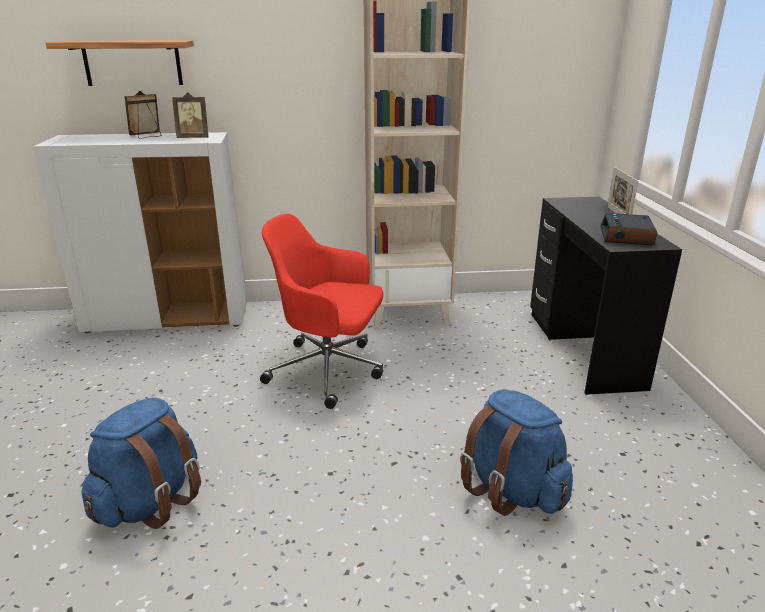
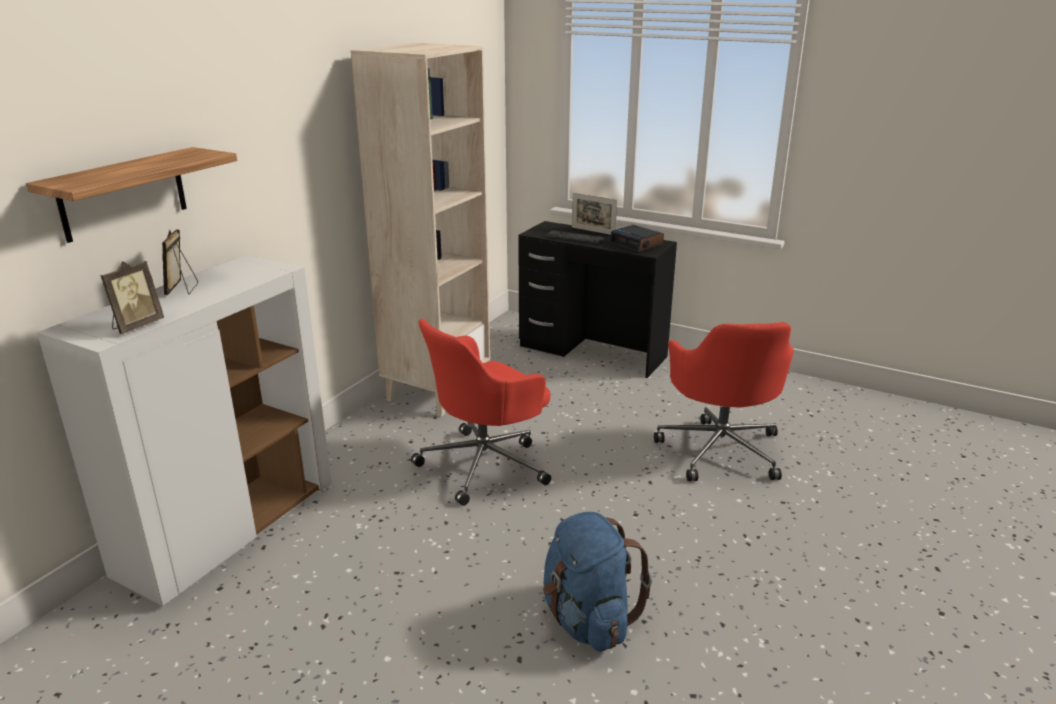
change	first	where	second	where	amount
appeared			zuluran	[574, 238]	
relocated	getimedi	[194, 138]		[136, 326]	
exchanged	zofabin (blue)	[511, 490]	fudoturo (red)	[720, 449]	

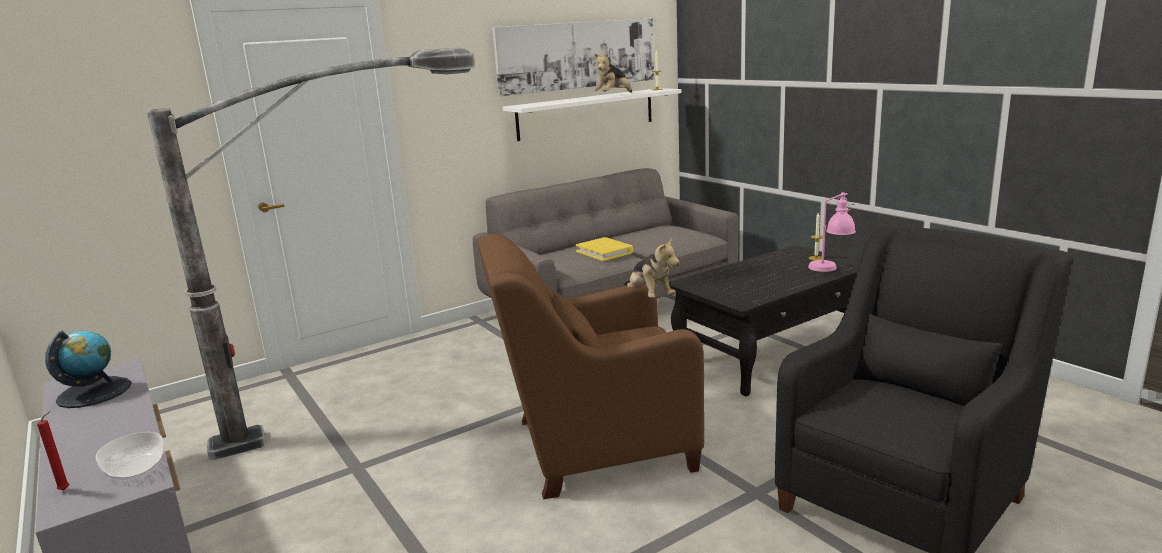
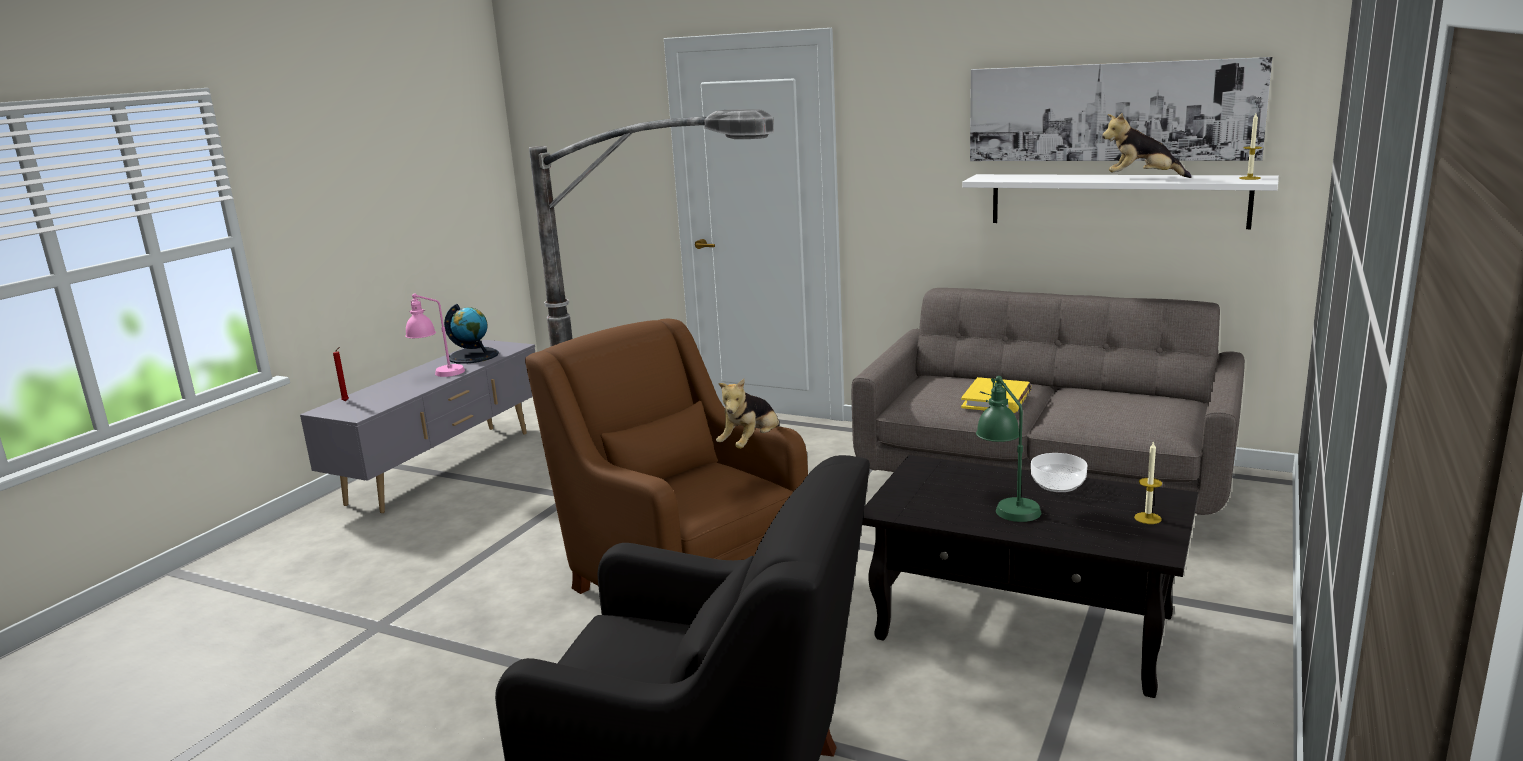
change	first	where	second	where	amount
appeared			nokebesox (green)	[1006, 504]	
relocated	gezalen	[134, 468]		[1057, 484]	
relocated	nokebesox (pink)	[831, 270]		[439, 376]	

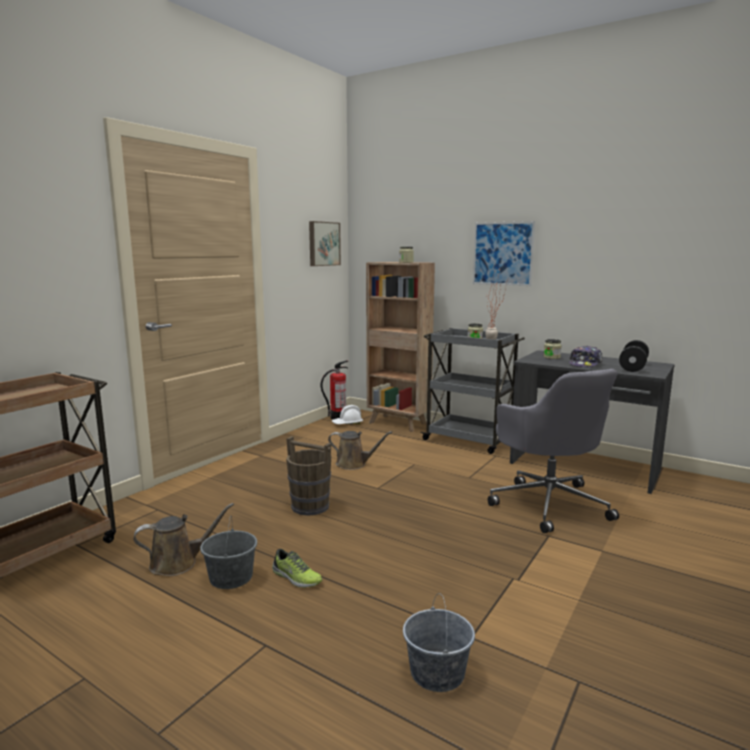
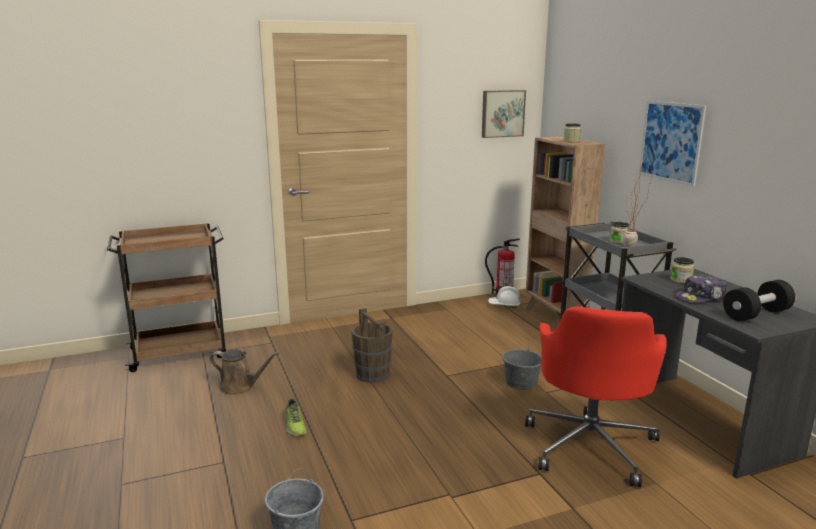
change	first	where	second	where	amount
missing	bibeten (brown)	[354, 464]			
relocated	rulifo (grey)	[231, 577]		[521, 382]	
colour	fudoturo (grey)	[548, 503]	fudoturo (red)	[590, 444]	

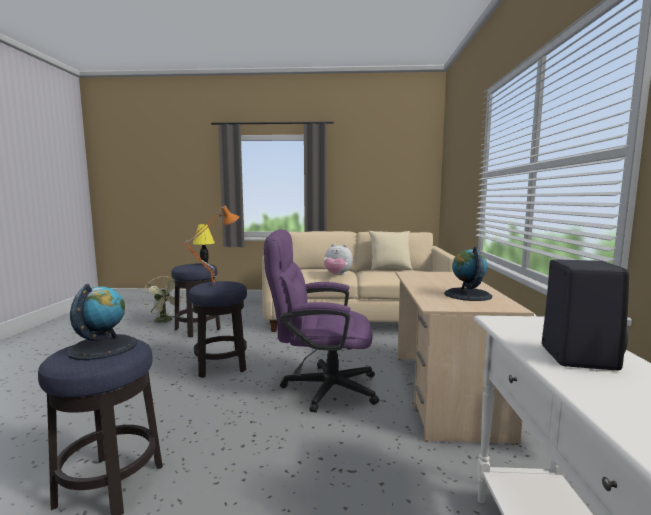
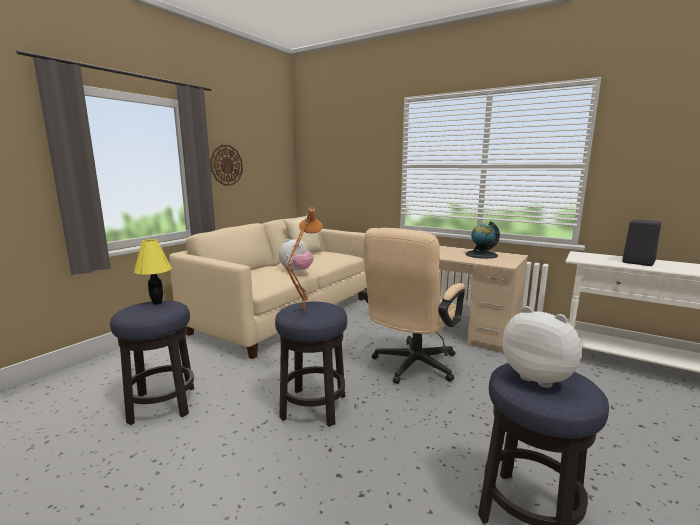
change	first	where	second	where	amount
missing	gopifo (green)	[165, 321]			
appeared			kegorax	[226, 165]	
exchanged	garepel	[103, 347]	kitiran	[539, 377]	
colour	fudoturo (purple)	[321, 387]	fudoturo (beige)	[411, 367]	

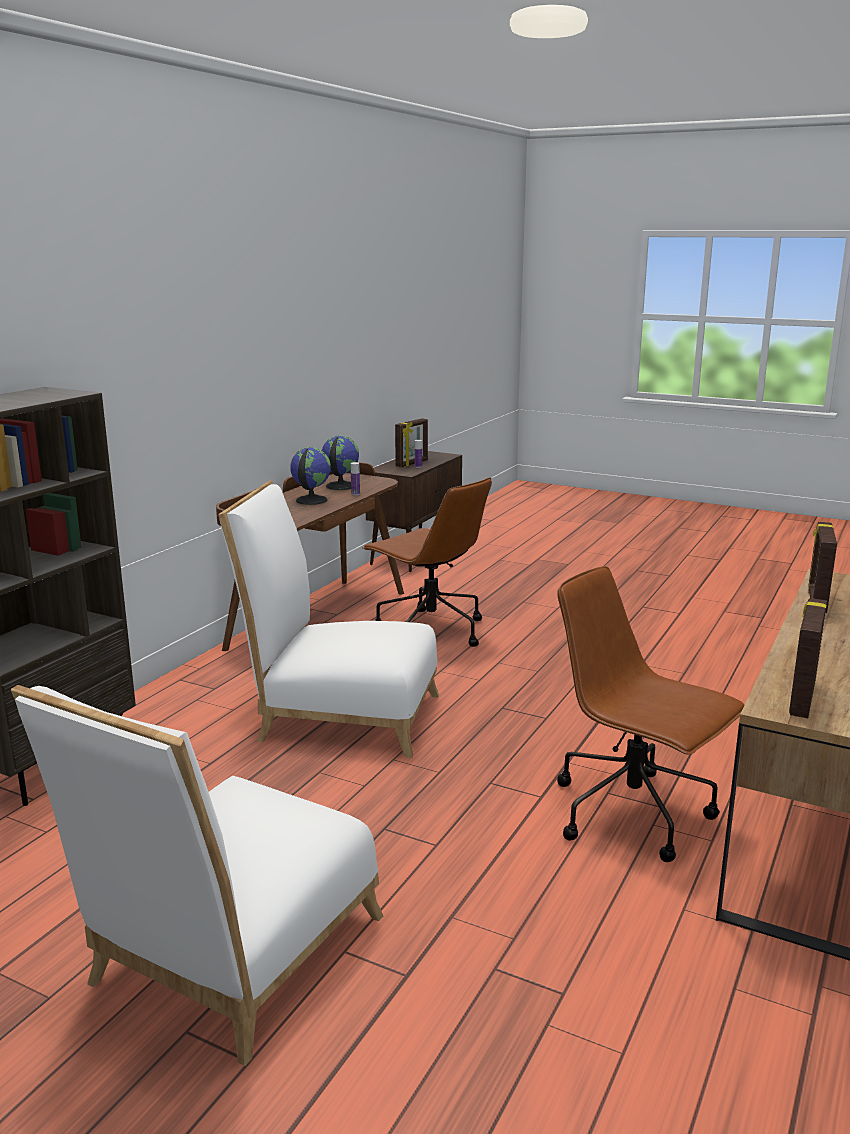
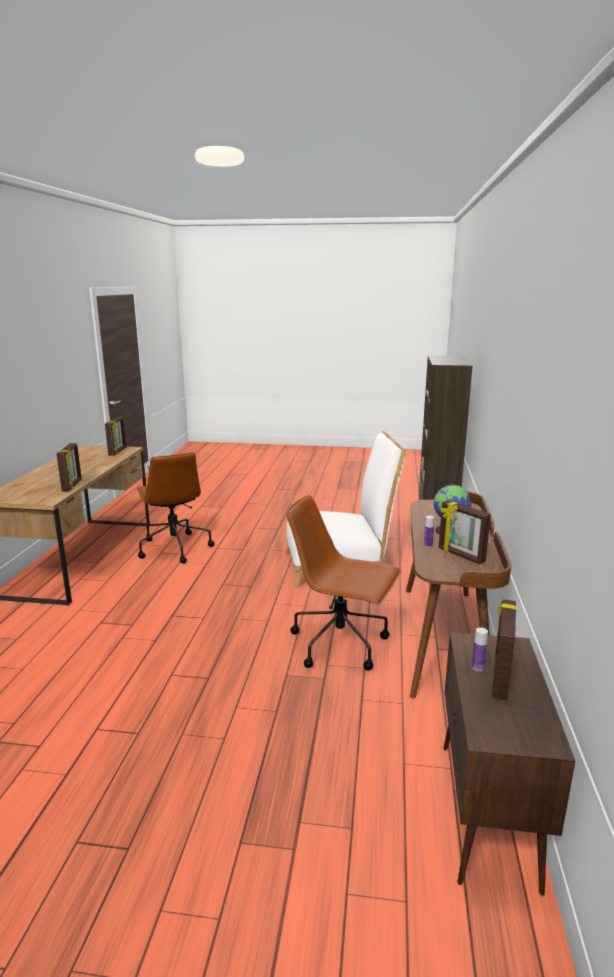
change	first	where	second	where	amount
missing	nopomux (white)	[228, 960]			
exchanged	garepel	[340, 486]	getimedi	[460, 555]	
spun	fudoturo (brown)	[634, 814]		[174, 548]	45 degrees clockwise

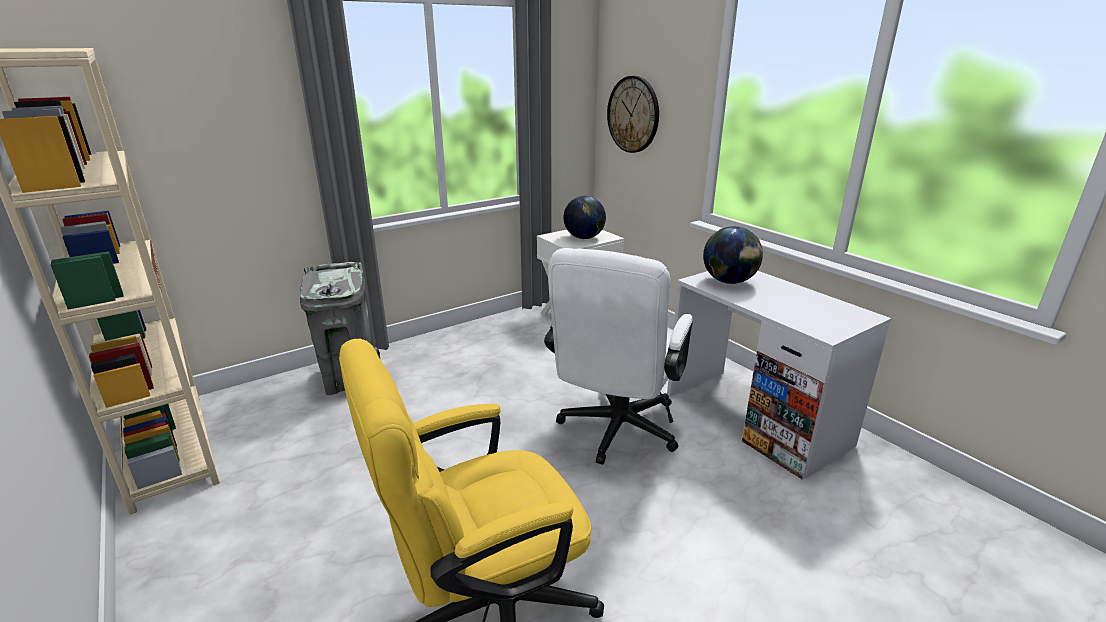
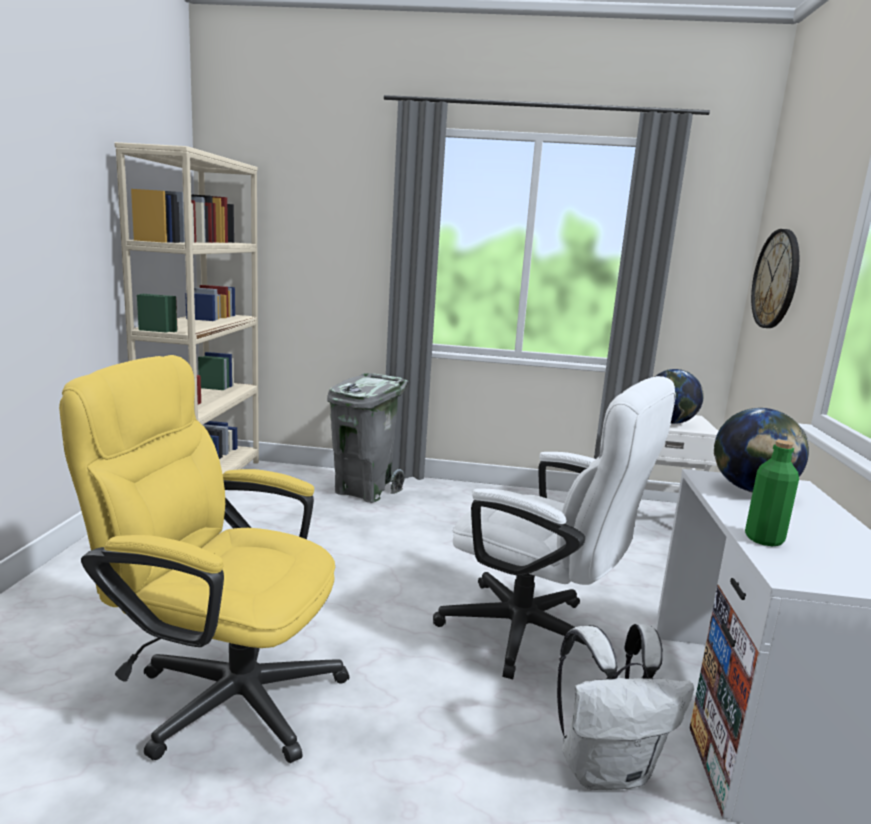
change	first	where	second	where	amount
appeared			zofabin (white)	[606, 768]	
appeared			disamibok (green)	[764, 539]	
spun	fudoturo (white)	[615, 432]		[537, 636]	120 degrees counterclockwise

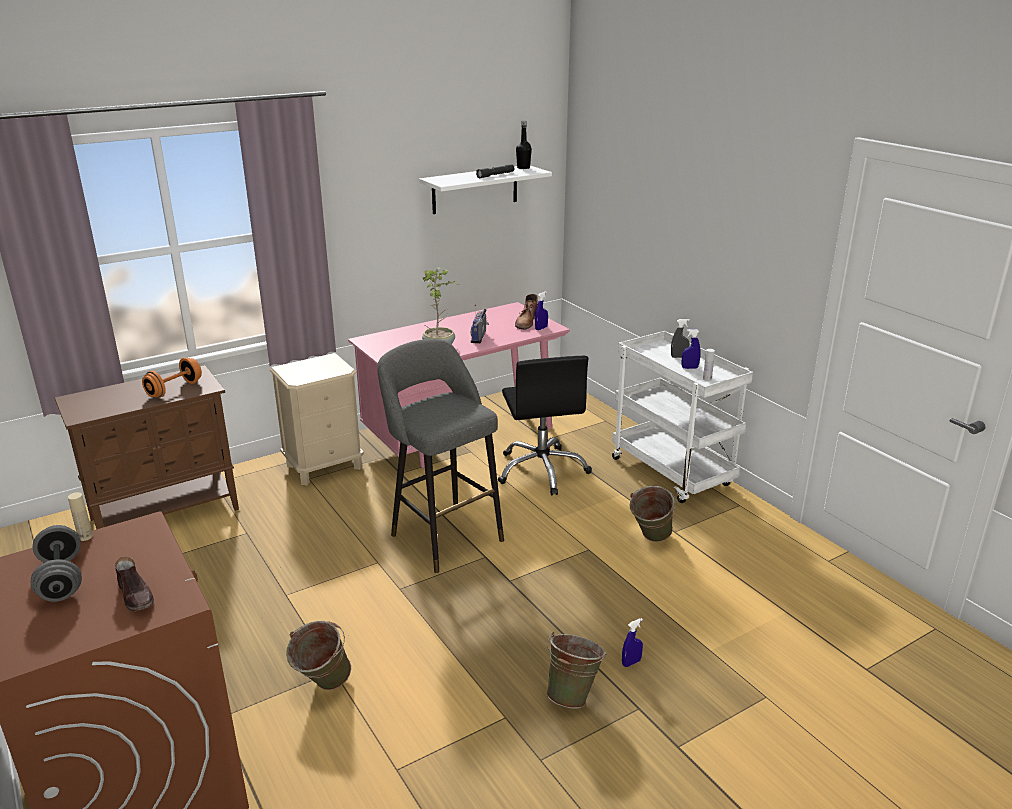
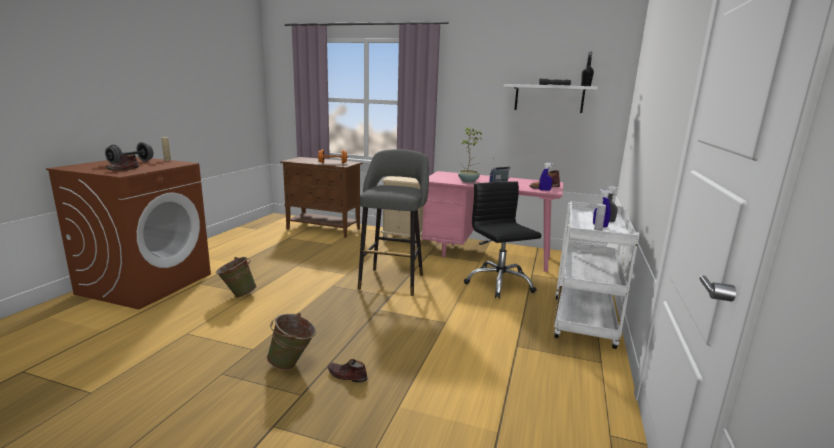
change	first	where	second	where	amount
missing	rulifo (green)	[650, 539]			
exchanged	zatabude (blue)	[631, 663]	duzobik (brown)	[346, 376]	
spun	fudoturo (black)	[542, 470]		[499, 283]	120 degrees clockwise

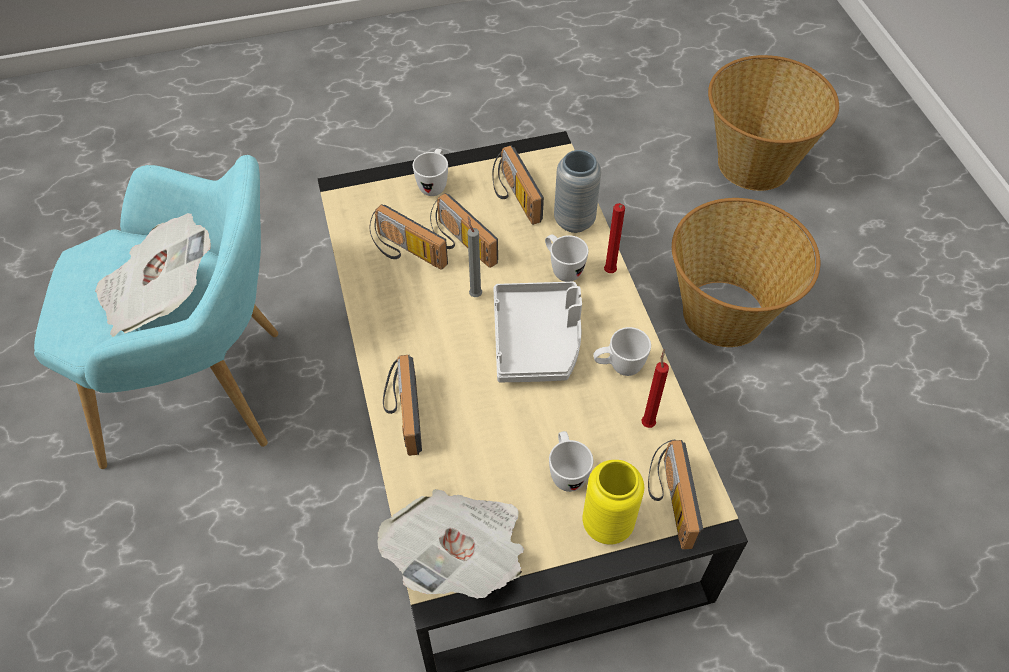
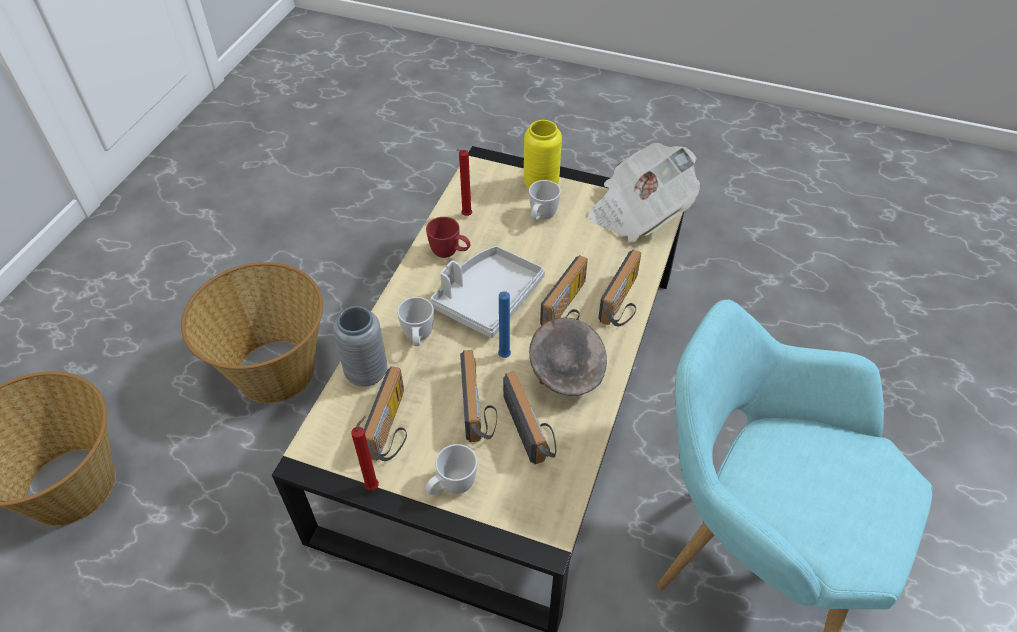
change	first	where	second	where	amount
missing	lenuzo	[160, 296]			
appeared			gezalen (grey)	[566, 378]	
relocated	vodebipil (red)	[609, 273]		[374, 485]	
relocated	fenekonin	[668, 500]		[568, 308]	
colour	vodebipil (grey)	[475, 293]	vodebipil (blue)	[503, 357]	
colour	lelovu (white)	[618, 367]	lelovu (red)	[450, 253]	

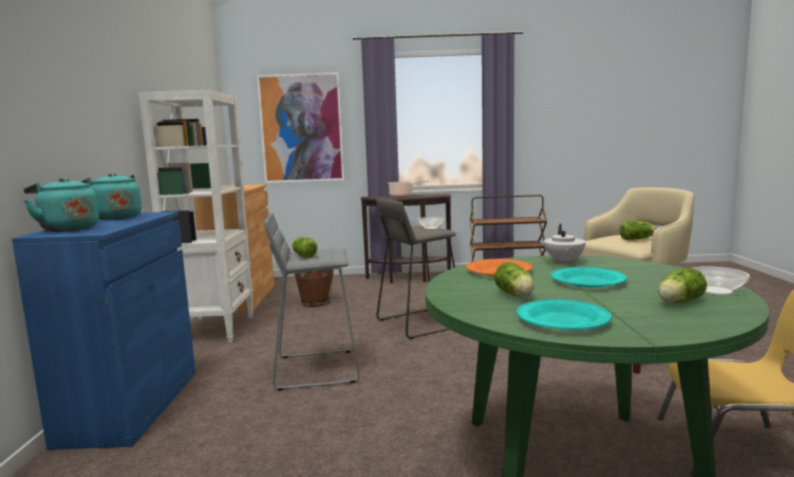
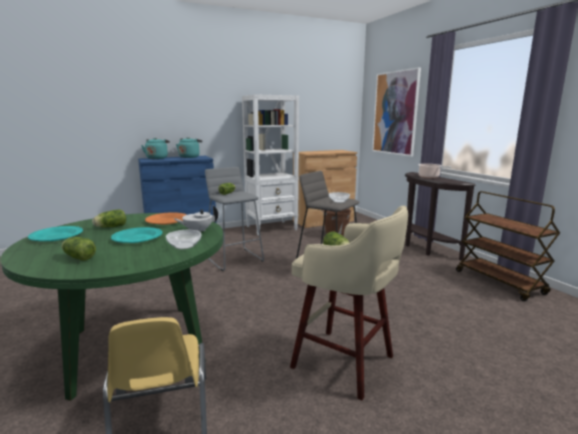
change	first	where	second	where	amount
relocated	gezalen	[715, 291]		[184, 246]	

